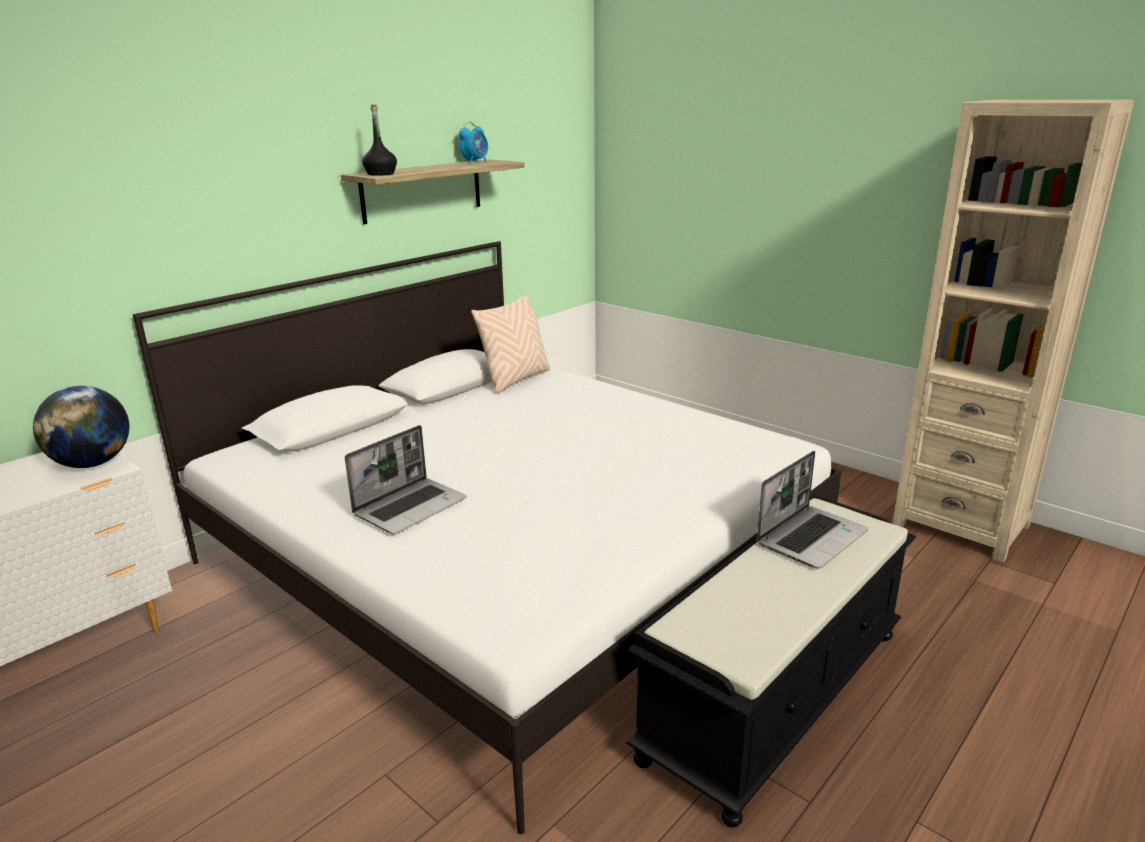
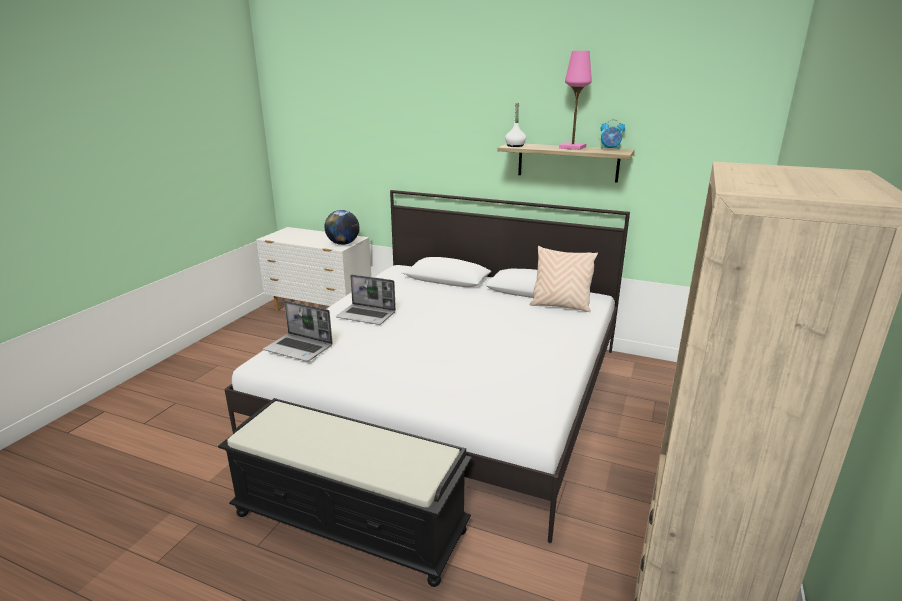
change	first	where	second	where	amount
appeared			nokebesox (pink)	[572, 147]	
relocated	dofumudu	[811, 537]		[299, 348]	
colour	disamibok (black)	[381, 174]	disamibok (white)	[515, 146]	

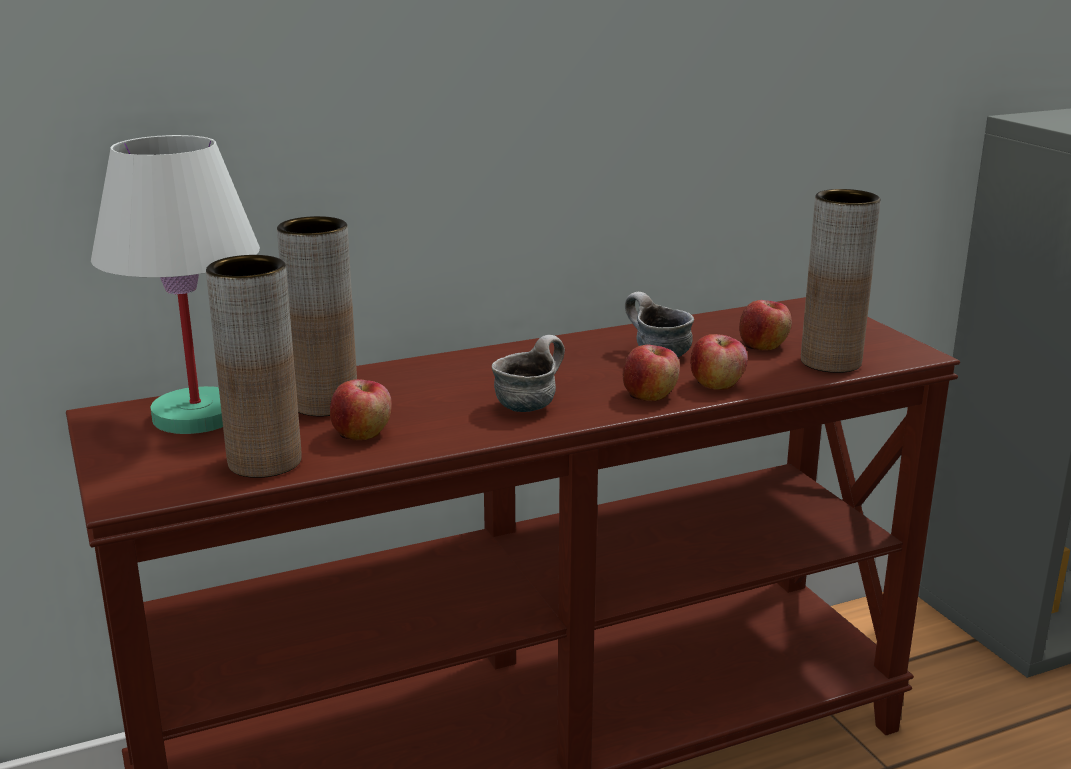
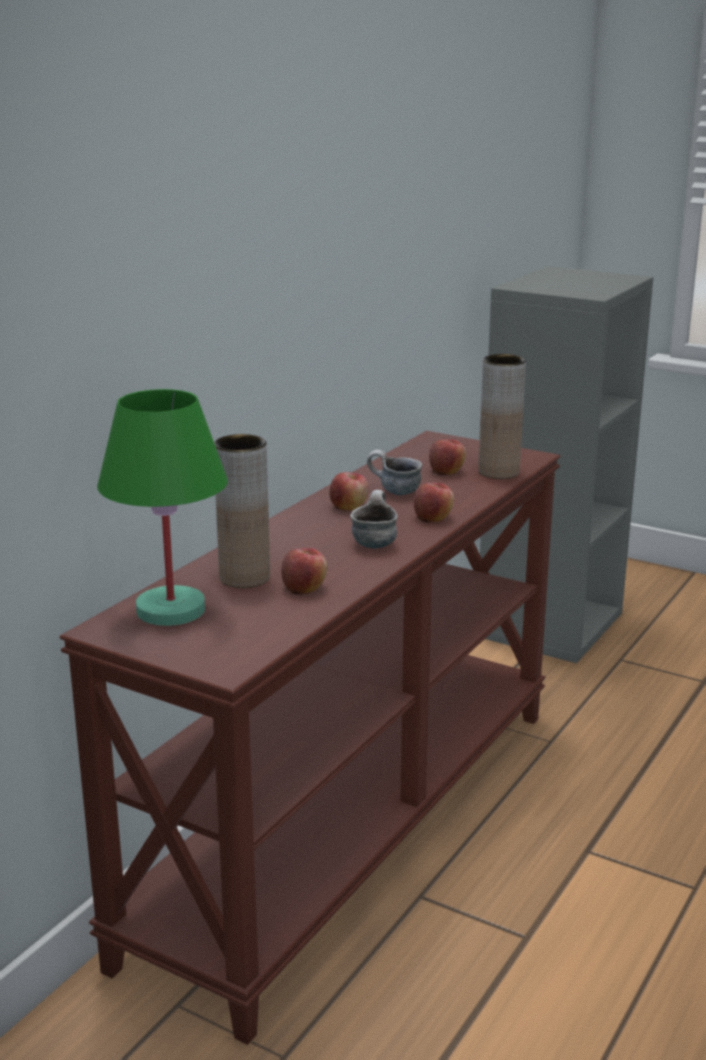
change	first	where	second	where	amount
missing	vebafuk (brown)	[265, 462]			
relocated	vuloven	[717, 384]		[349, 506]	
colour	nokebesox (white)	[194, 417]	nokebesox (green)	[170, 611]	

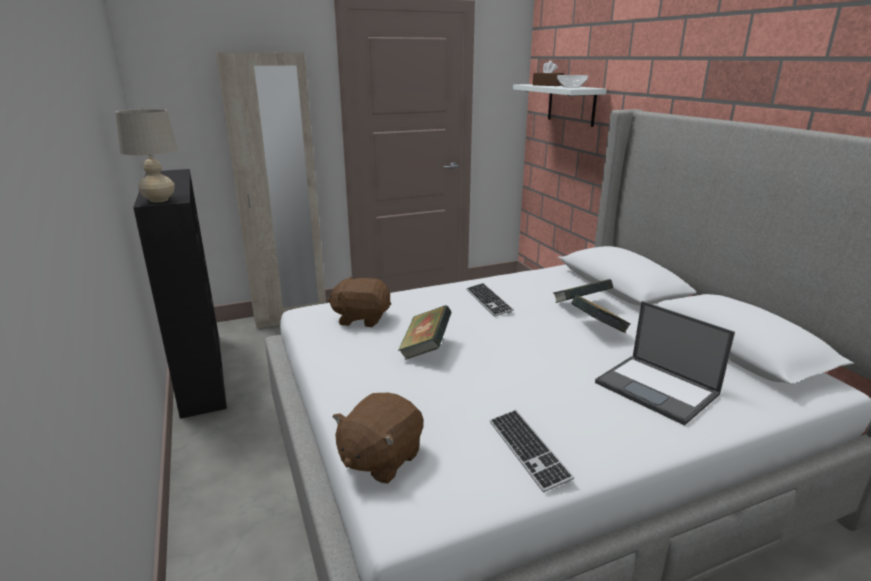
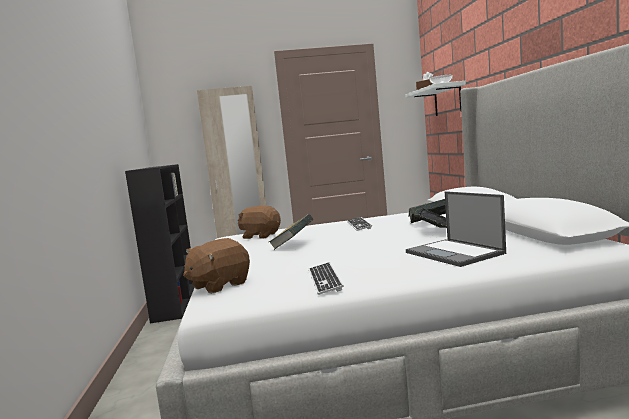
change	first	where	second	where	amount
missing	nokebesox (beige)	[159, 200]			

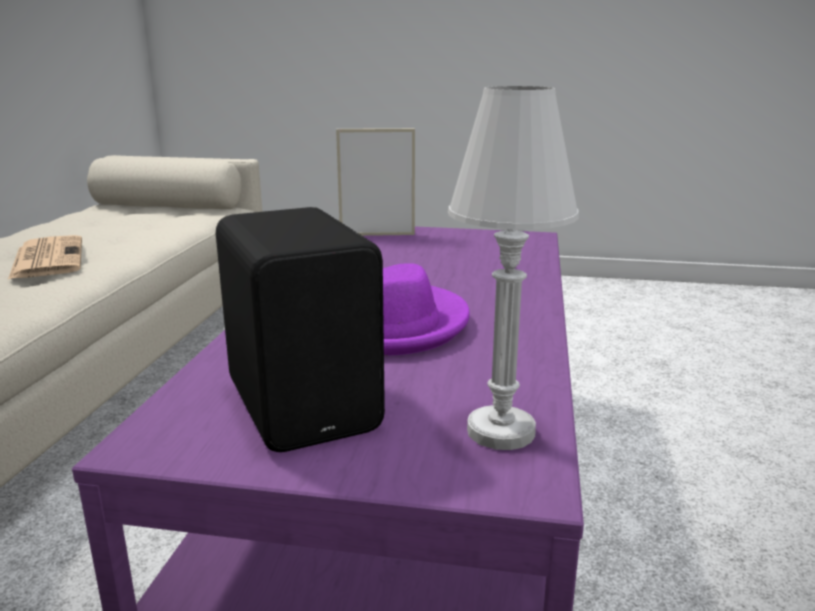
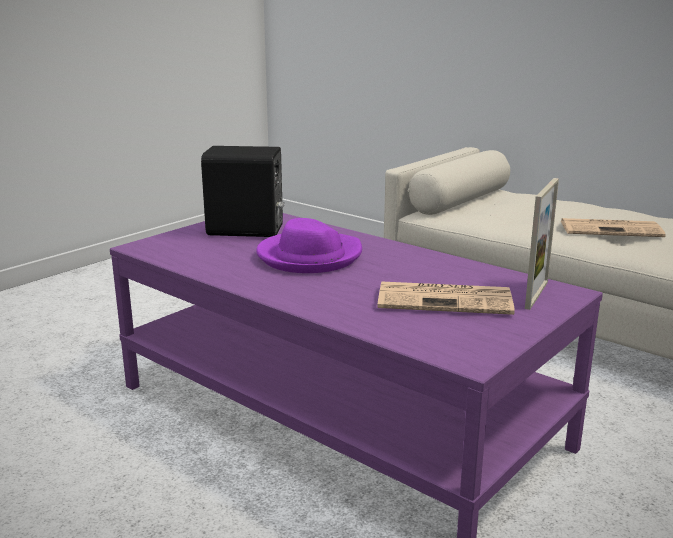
change	first	where	second	where	amount
missing	nokebesox (white)	[500, 431]			
appeared			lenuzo	[446, 299]	

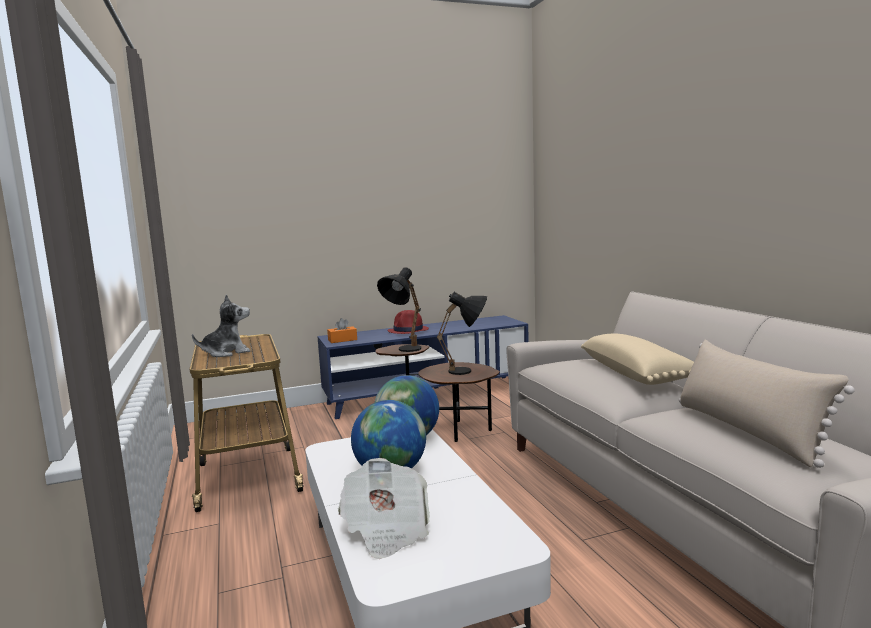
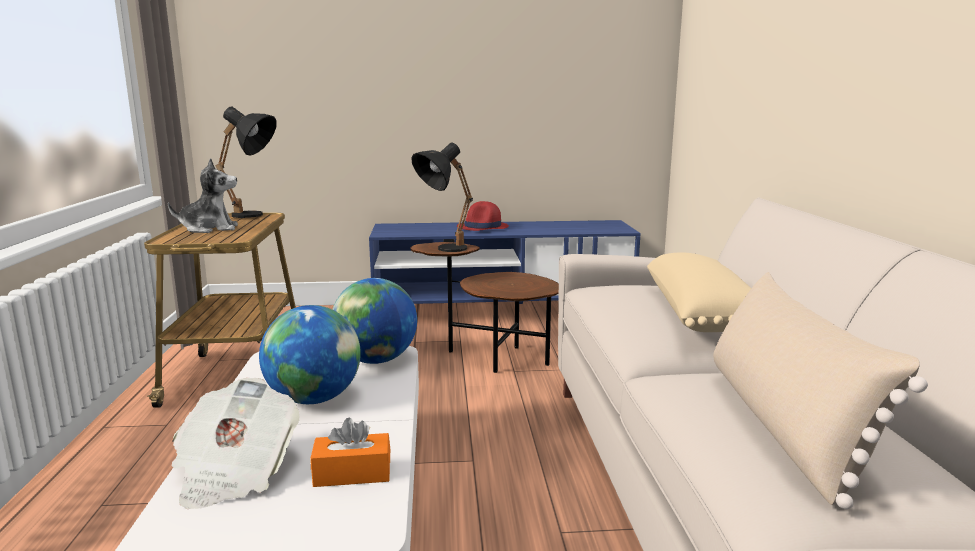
change	first	where	second	where	amount
relocated	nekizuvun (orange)	[342, 340]		[352, 473]	
relocated	nokebesox (black)	[468, 371]		[256, 216]	

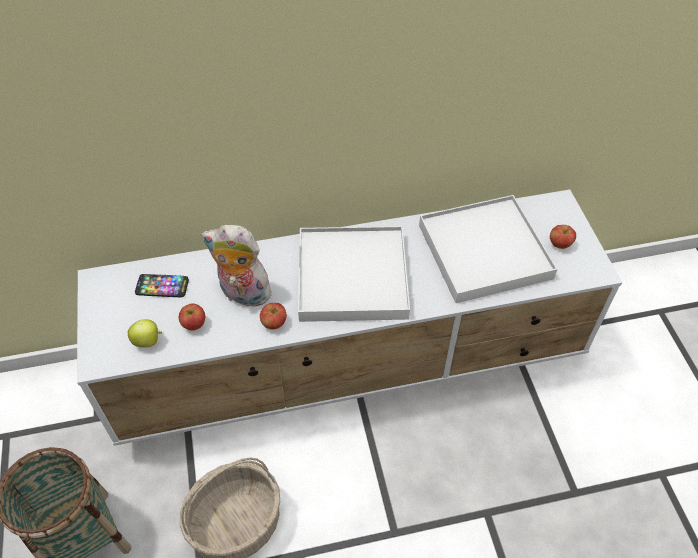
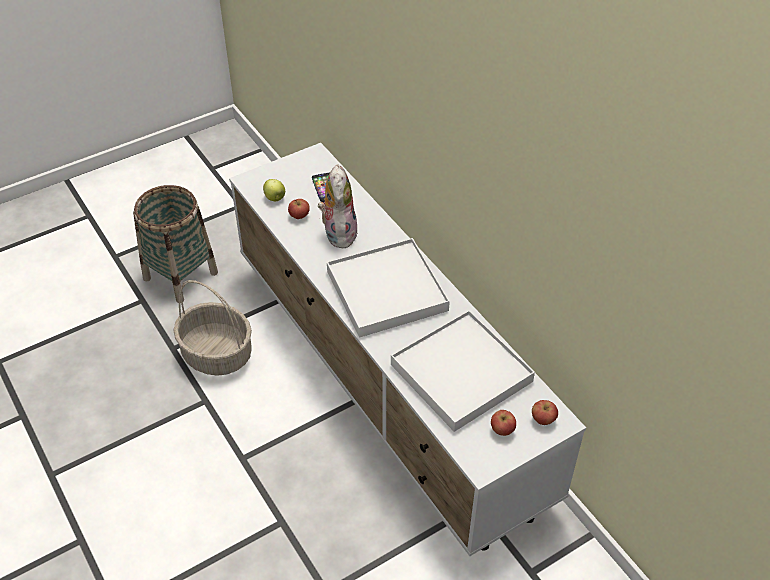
change	first	where	second	where	amount
relocated	vuloven	[274, 323]		[543, 419]	

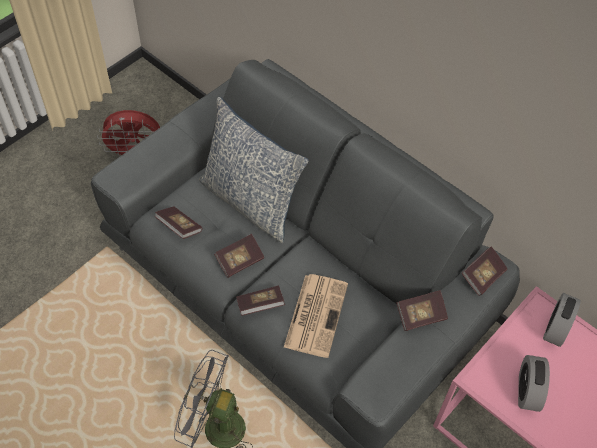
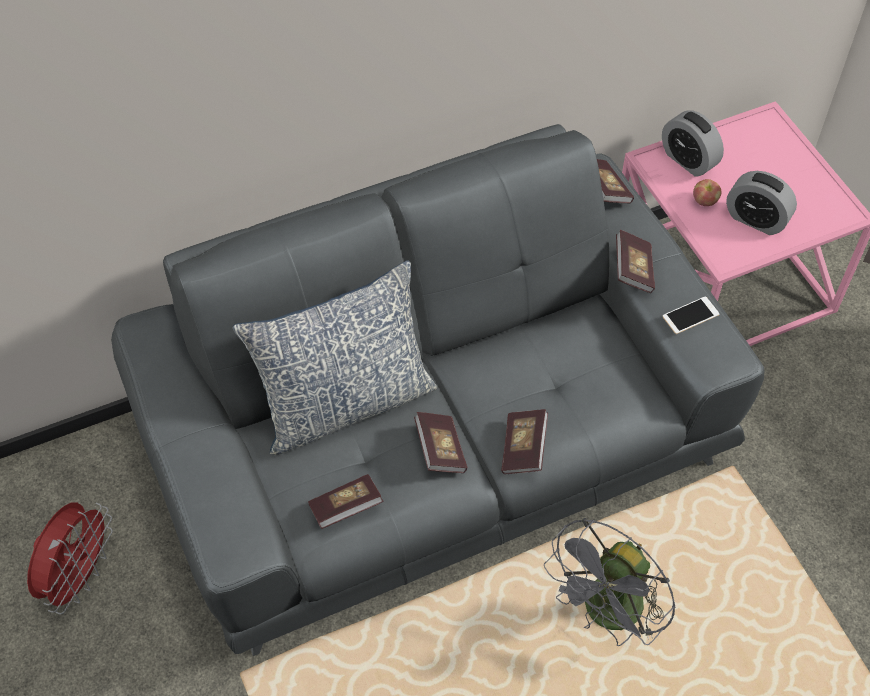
change	first	where	second	where	amount
missing	lenuzo	[316, 314]			
appeared			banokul	[690, 315]	
appeared			vuloven	[704, 201]	

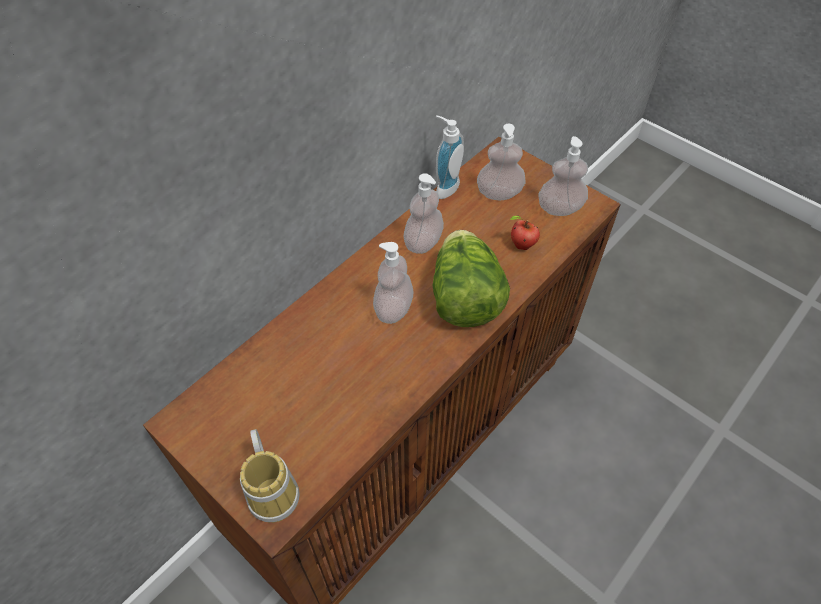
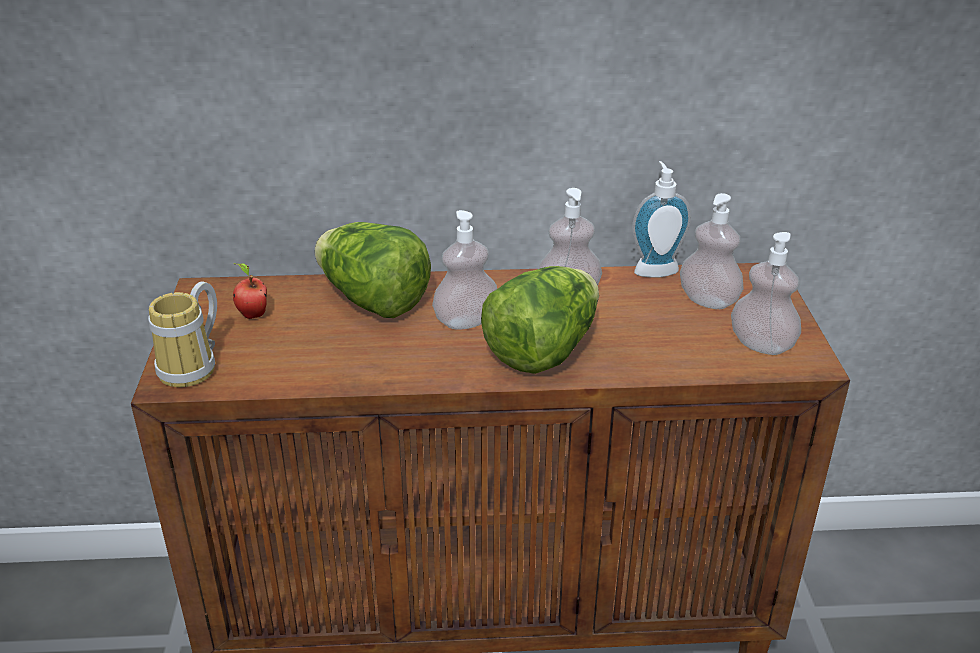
change	first	where	second	where	amount
appeared			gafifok	[373, 301]	
relocated	vuloven	[521, 245]		[252, 314]	

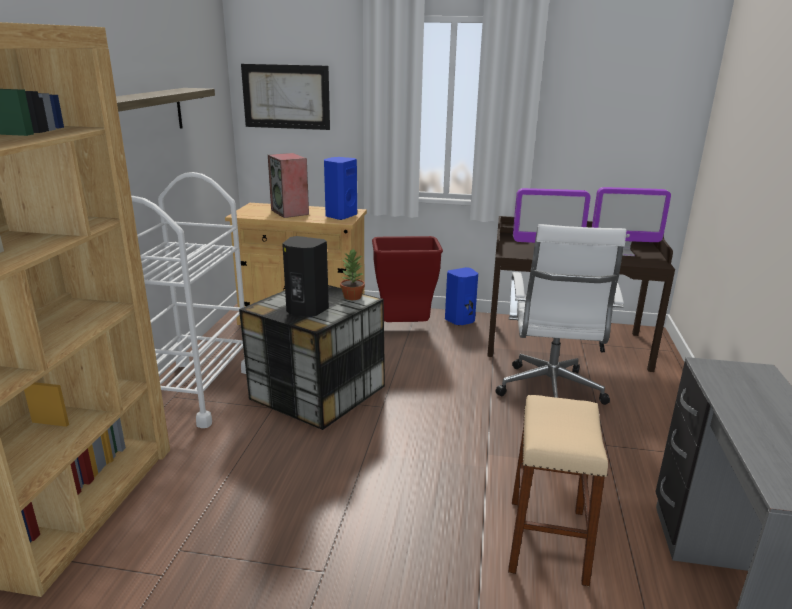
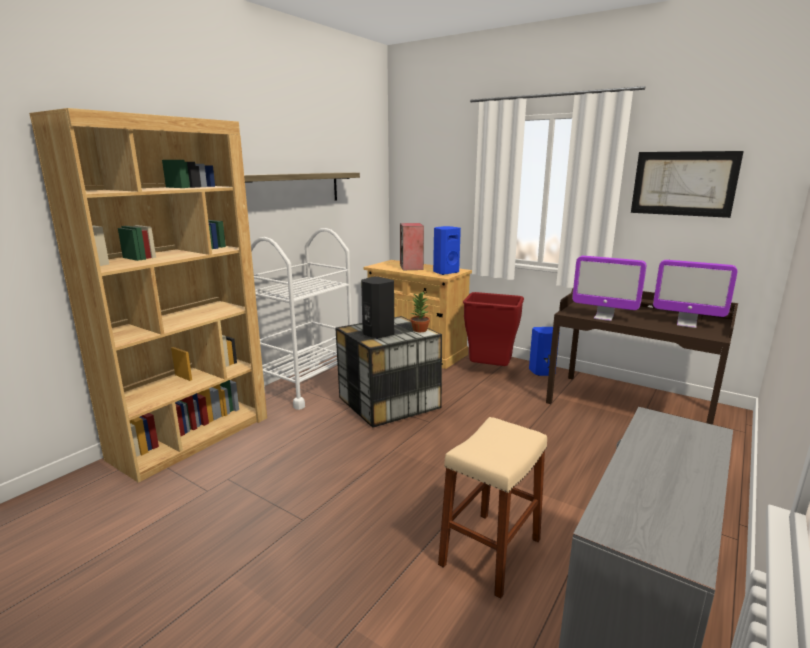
change	first	where	second	where	amount
missing	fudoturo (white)	[550, 394]			
relocated	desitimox	[286, 97]		[683, 183]	

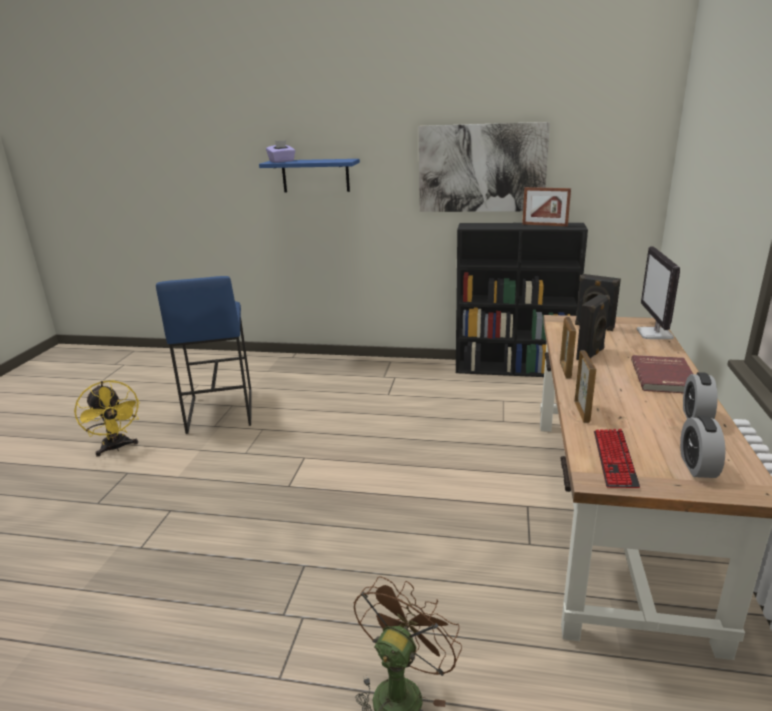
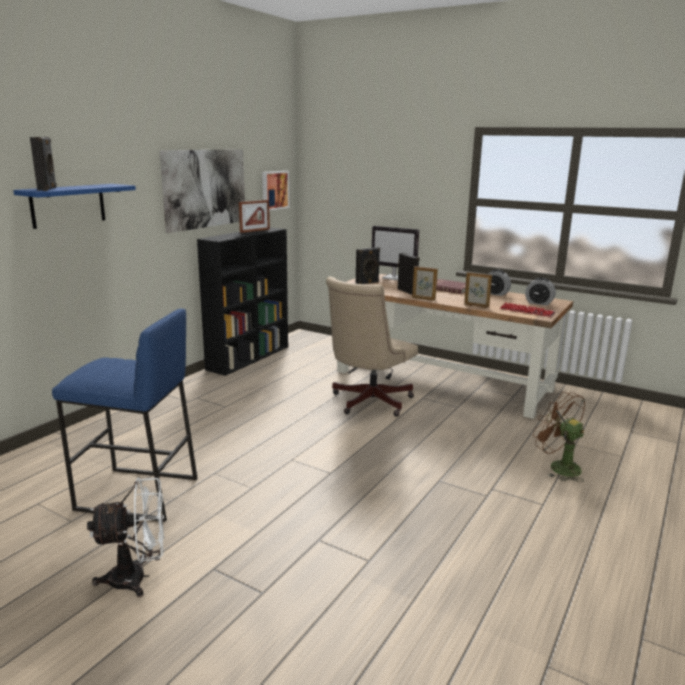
change	first	where	second	where	amount
appeared			desitimox	[274, 190]	
appeared			fudoturo (beige)	[368, 402]	
exchanged	nekizuvun (purple)	[282, 161]	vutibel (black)	[48, 189]	
colour	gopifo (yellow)	[116, 448]	gopifo (white)	[138, 578]	

